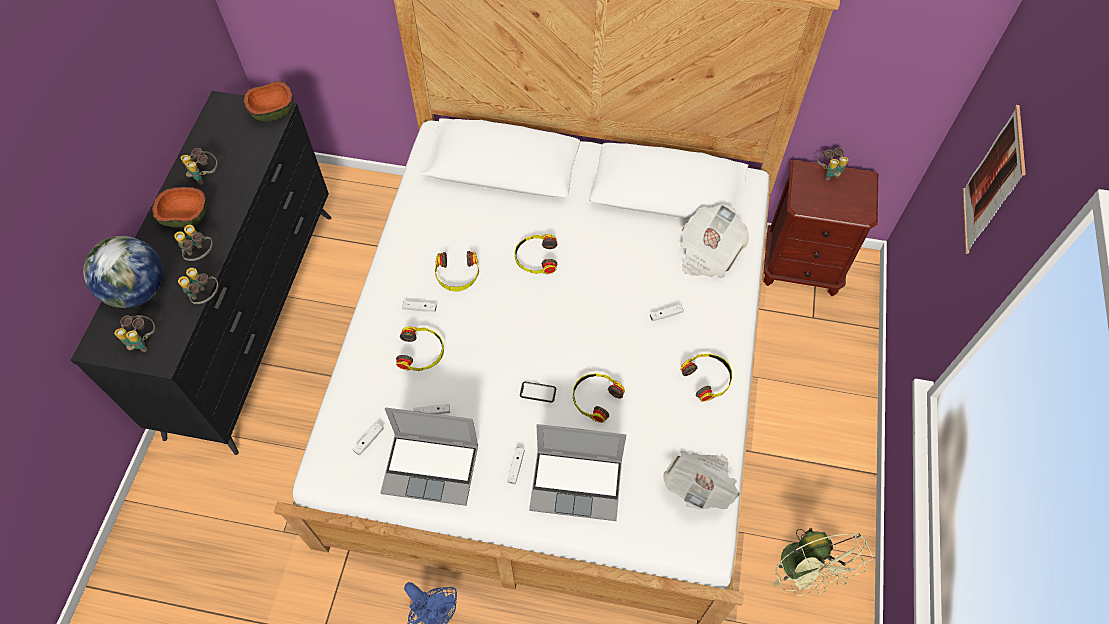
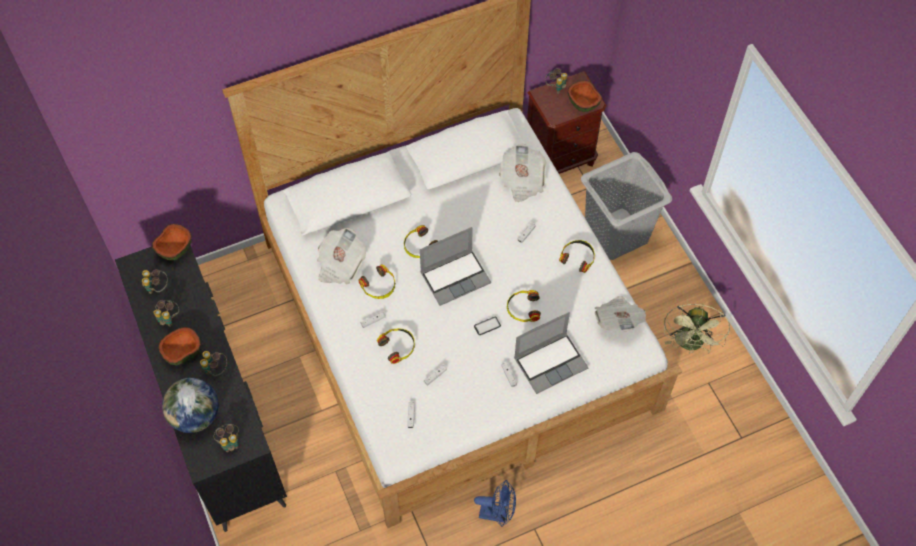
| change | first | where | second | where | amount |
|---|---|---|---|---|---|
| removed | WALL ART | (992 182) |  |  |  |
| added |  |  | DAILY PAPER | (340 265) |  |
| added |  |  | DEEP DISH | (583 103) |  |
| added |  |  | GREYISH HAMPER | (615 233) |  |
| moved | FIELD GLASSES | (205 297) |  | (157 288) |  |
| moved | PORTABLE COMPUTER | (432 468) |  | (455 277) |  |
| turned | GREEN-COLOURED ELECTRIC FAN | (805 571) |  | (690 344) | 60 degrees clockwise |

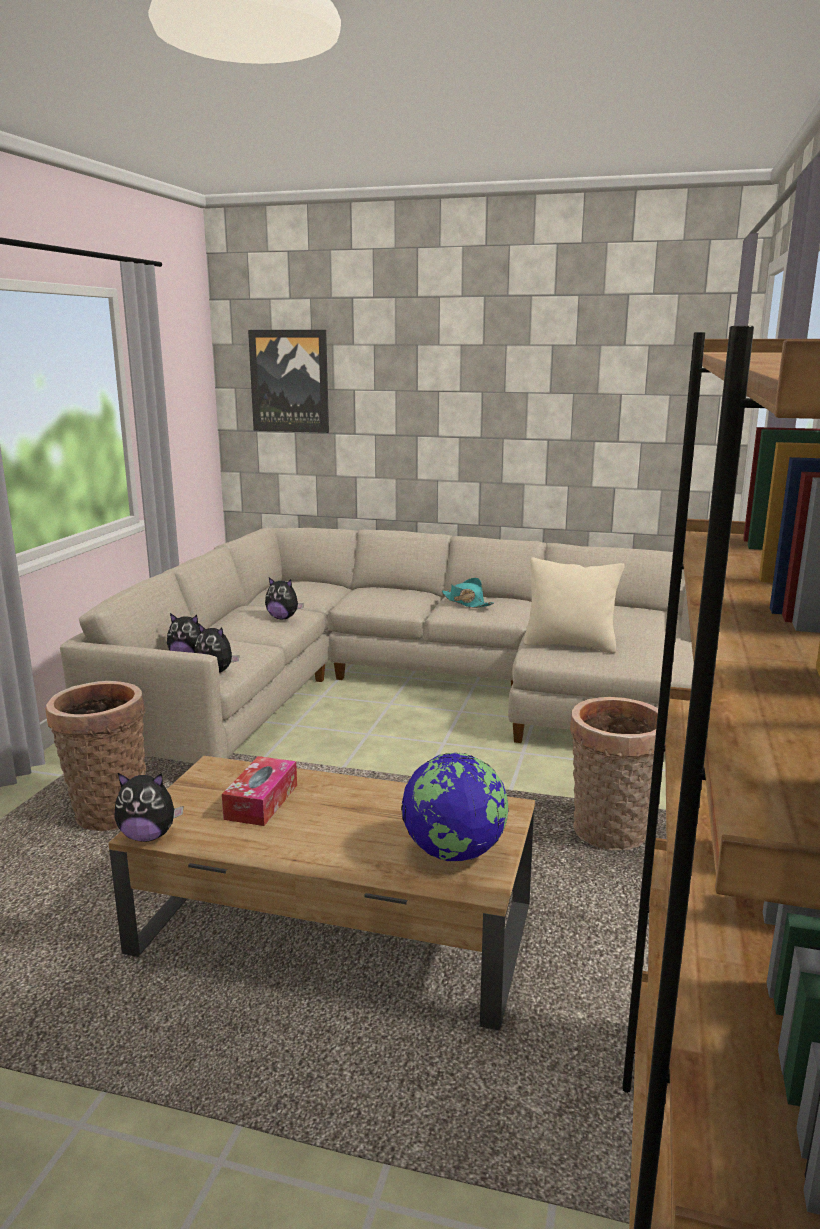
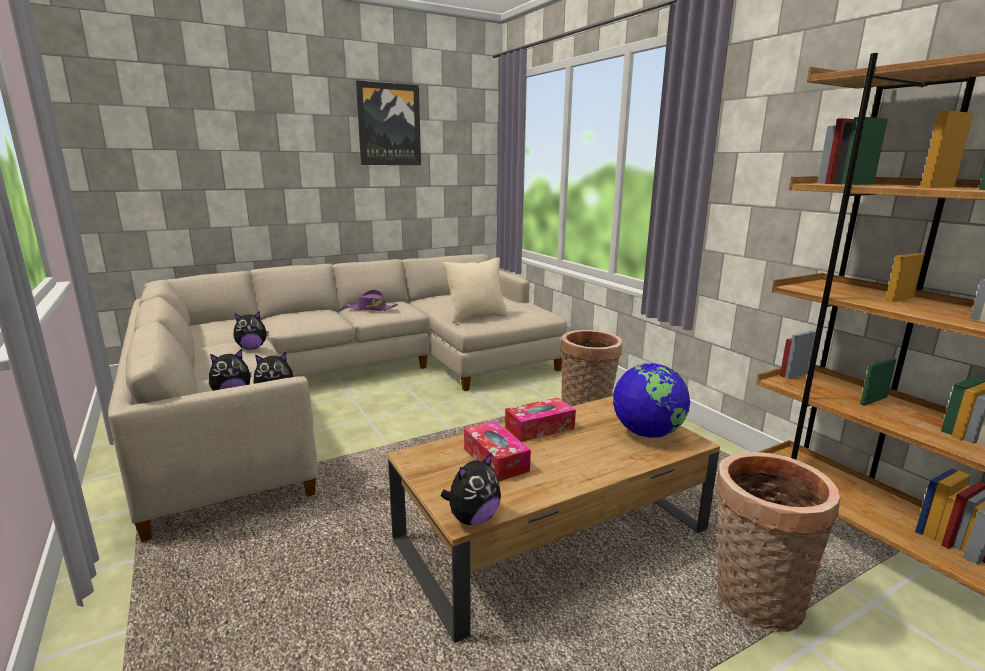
| change | first | where | second | where | amount |
|---|---|---|---|---|---|
| added |  |  | TISSUE BOX | (539 428) |  |
| moved | BASKET | (108 812) |  | (754 602) |  |
| moved | WALL ART | (290 381) |  | (389 125) |  |
| recoloured | TURQUOISE WEARABLE HAT | (466 602) | PURPLISH WEARABLE HAT | (371 309) |  |

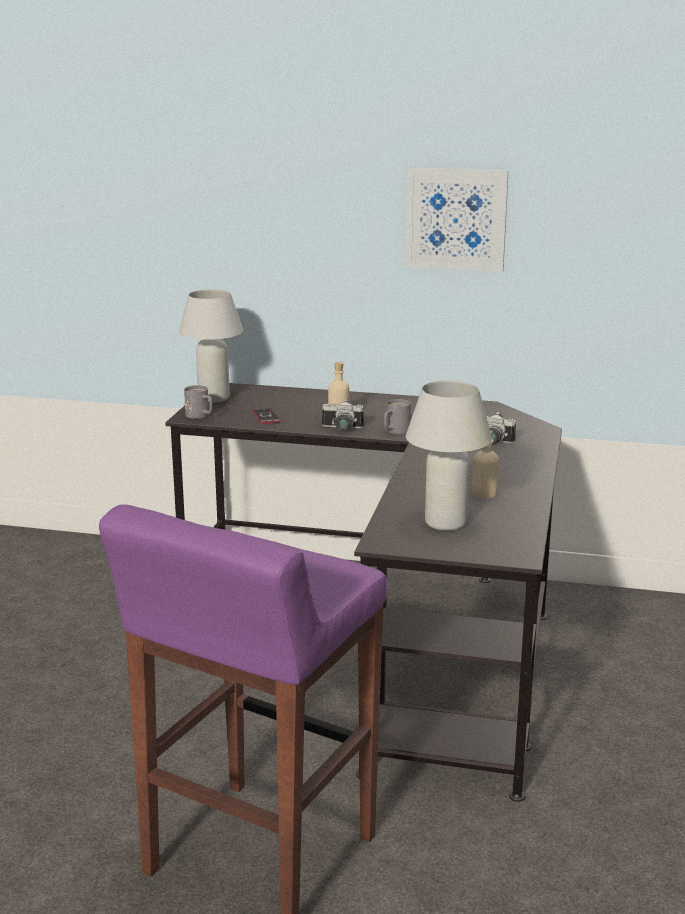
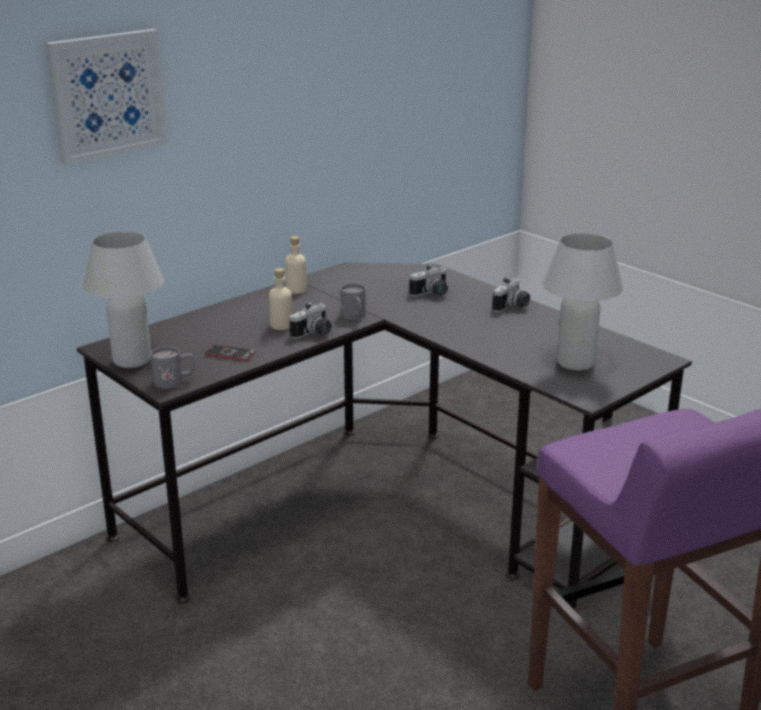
| change | first | where | second | where | amount |
|---|---|---|---|---|---|
| added |  |  | PHOTO CAMERA | (512 306) |  |
| moved | WALL ART | (456 219) |  | (107 95) |  |
| moved | BEIGE-COLOURED BOTTLE | (484 493) |  | (296 289) |  |

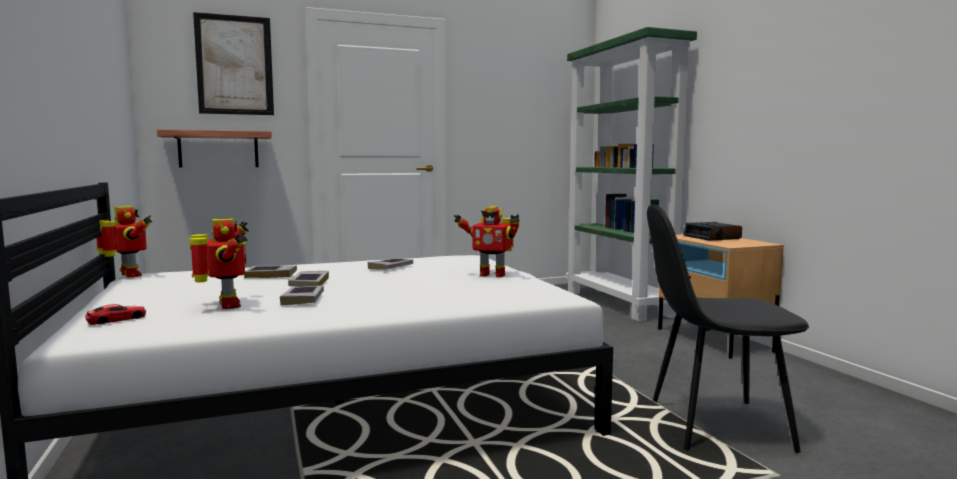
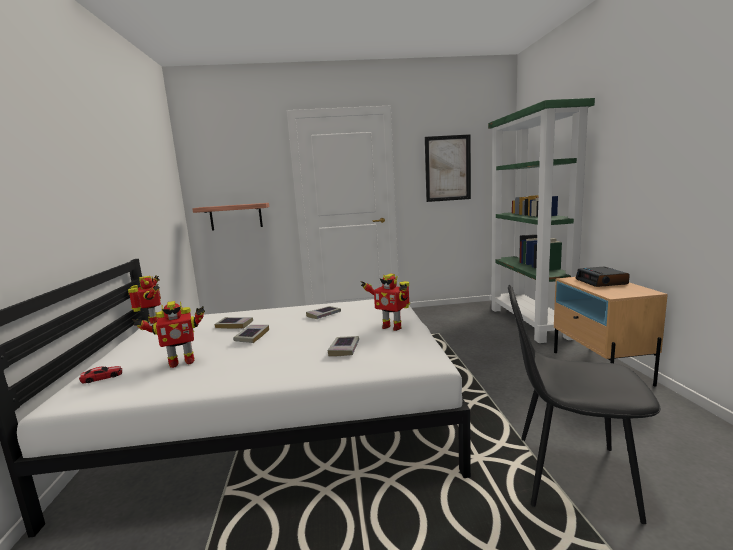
| change | first | where | second | where | amount |
|---|---|---|---|---|---|
| moved | WALL ART | (234 65) |  | (447 168) |  |
| moved | BOOK | (303 299) |  | (344 349) |  |
| turned | MODEL ROBOT | (226 305) |  | (180 362) | 75 degrees clockwise |

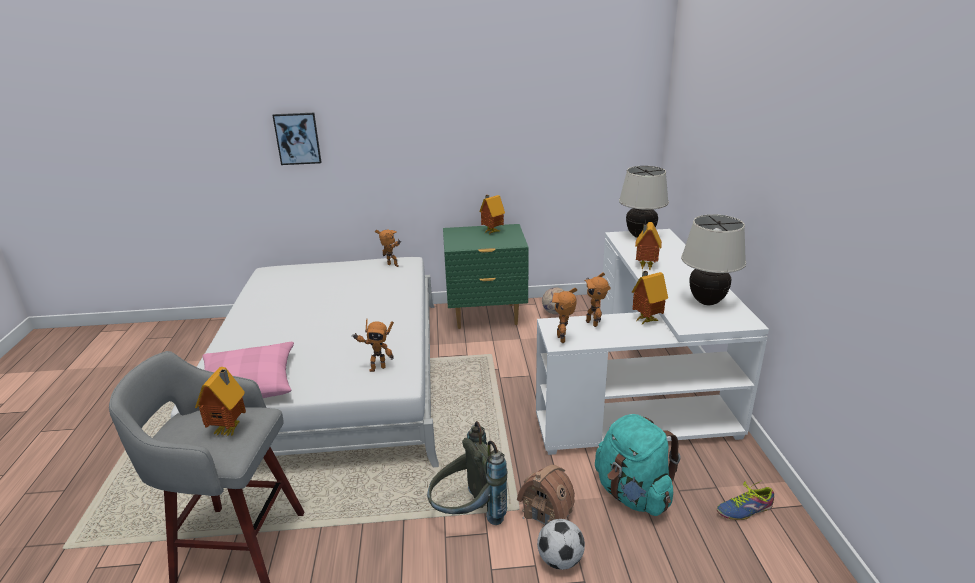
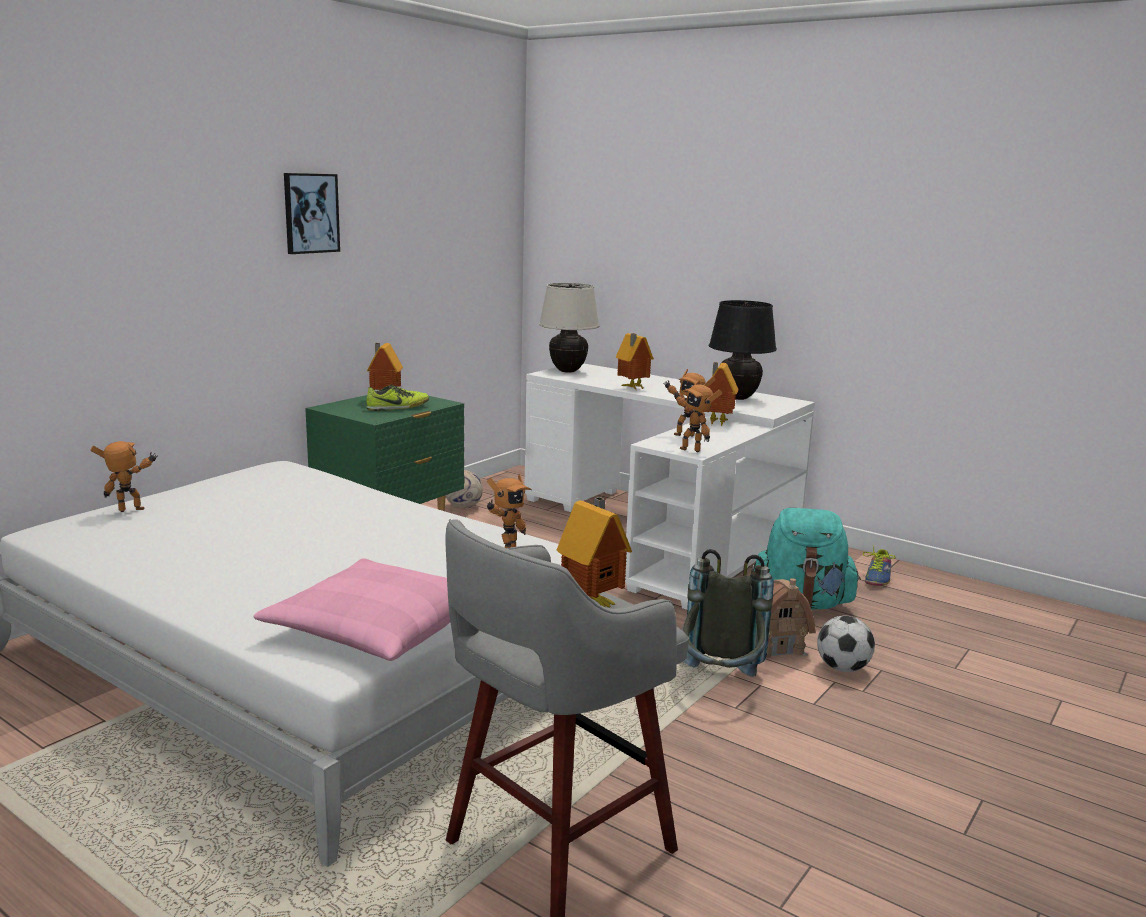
| change | first | where | second | where | amount |
|---|---|---|---|---|---|
| added |  |  | LOW SHOE | (398 408) |  |
| moved | WALL ART | (297 138) |  | (310 213) |  |
| moved | MODEL ROBOT | (392 266) |  | (131 511) |  |
| recoloured | BEIGE-COLOURED LAMP FOR A TABLE | (707 302) | BLACK-COLOURED LAMP FOR A TABLE | (738 397) |  |

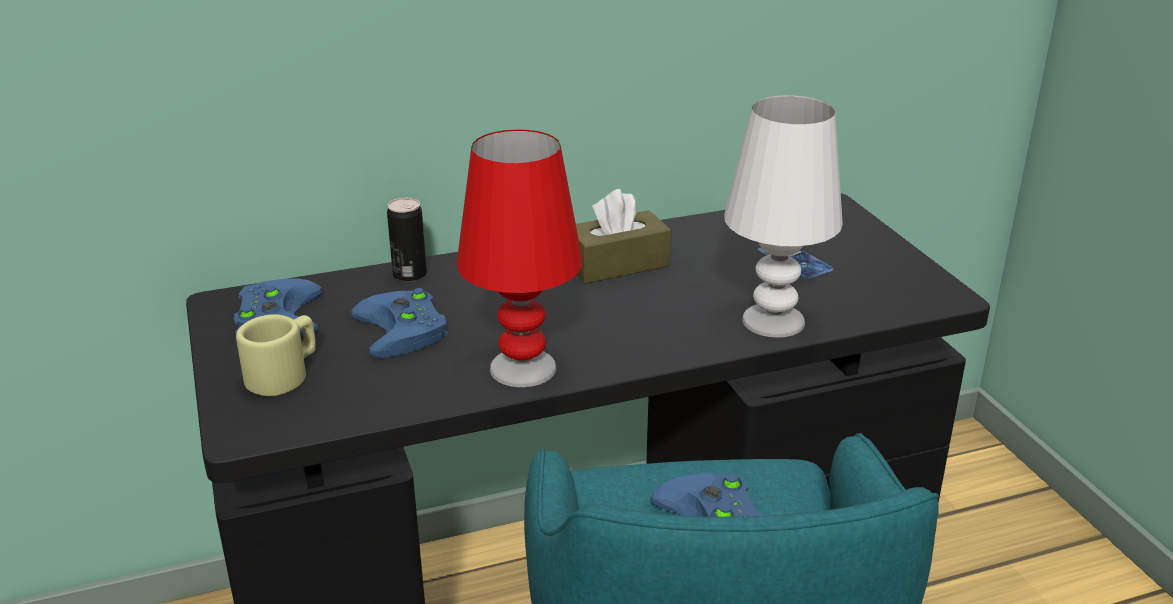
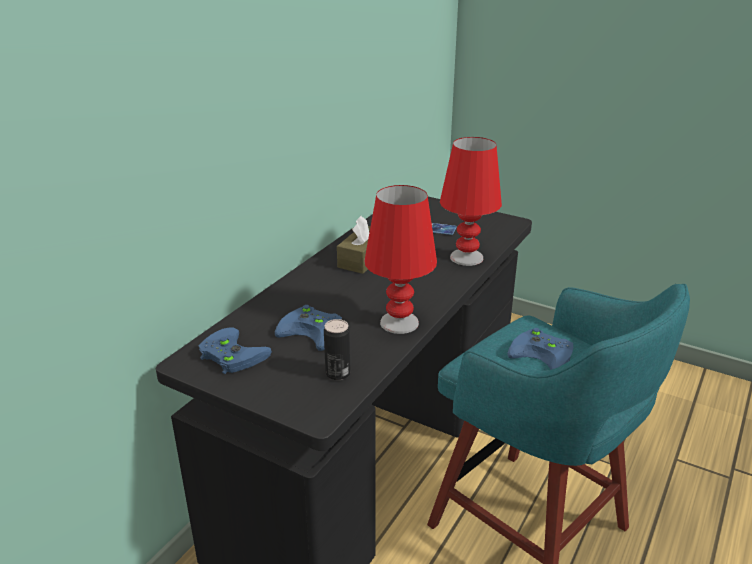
| change | first | where | second | where | amount |
|---|---|---|---|---|---|
| removed | BEIGE-COLOURED MUG | (284 374) |  |  |  |
| moved | METAL CAN | (409 275) |  | (338 373) |  |
| recoloured | WHITE-COLOURED LAMP FOR A TABLE | (772 321) | RED-COLOURED LAMP FOR A TABLE | (466 257) |  |

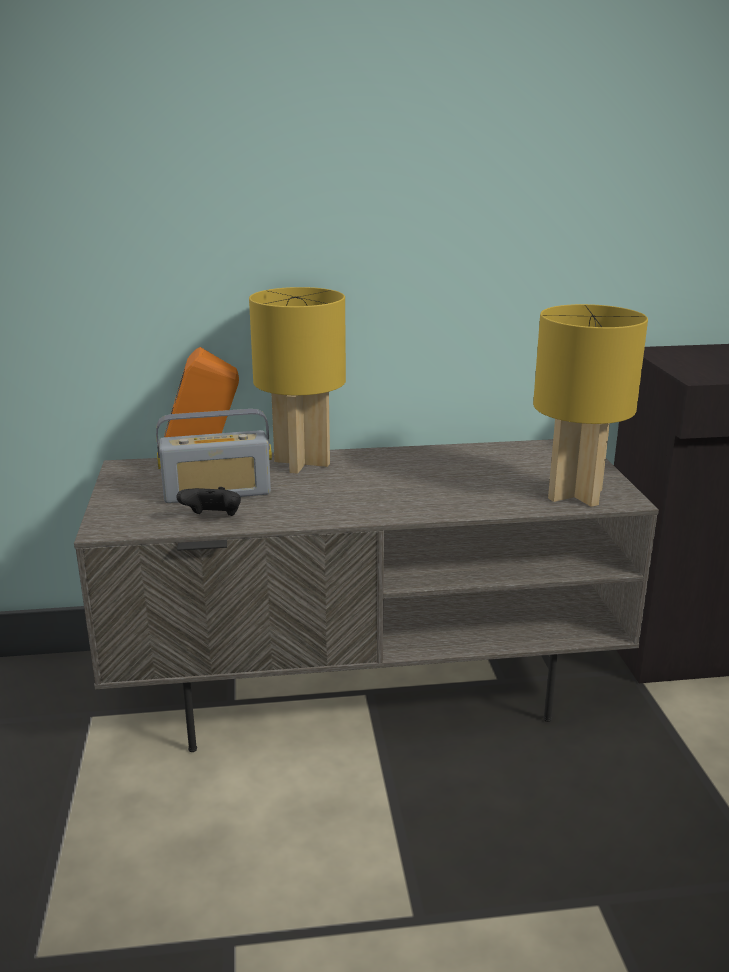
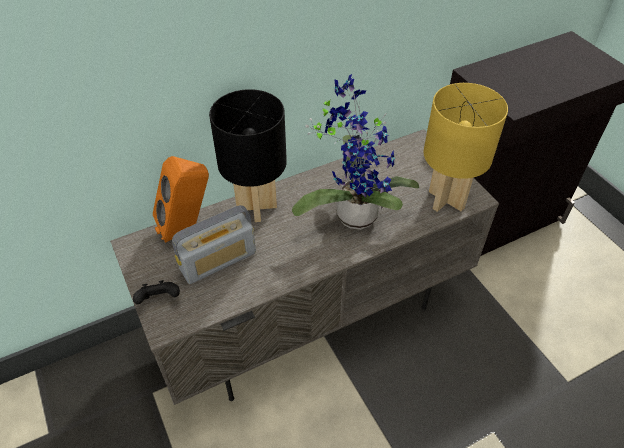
| change | first | where | second | where | amount |
|---|---|---|---|---|---|
| added |  |  | PLANT IN A POT | (353 212) |  |
| moved | BLACK-COLOURED GAMEPAD | (213 518) |  | (159 300) |  |
| recoloured | YELLOW-COLOURED LAMP FOR A TABLE | (303 462) | BLACK-COLOURED LAMP FOR A TABLE | (257 207) |  |

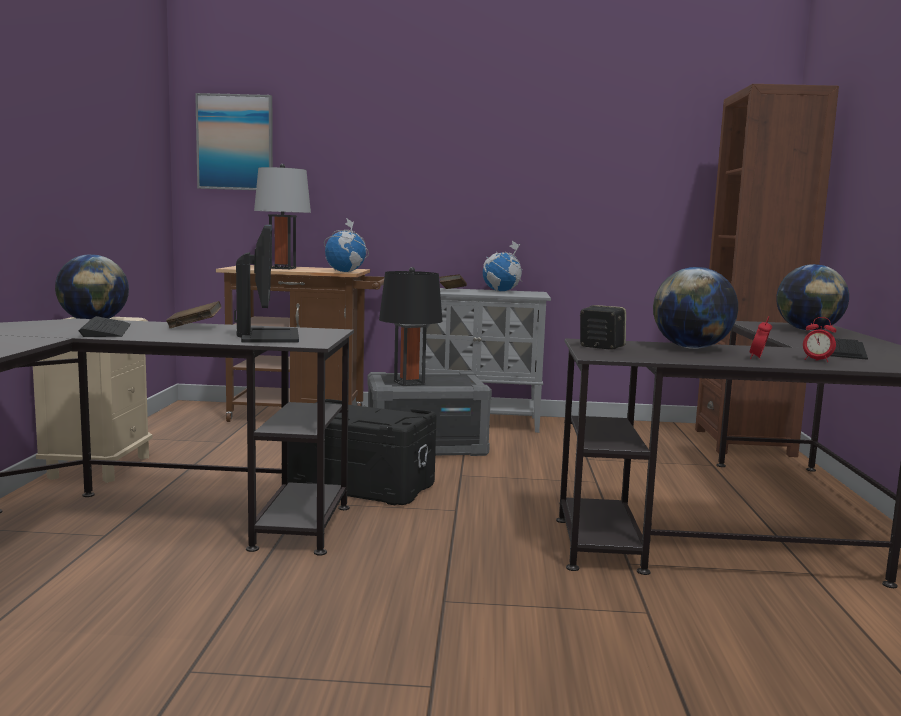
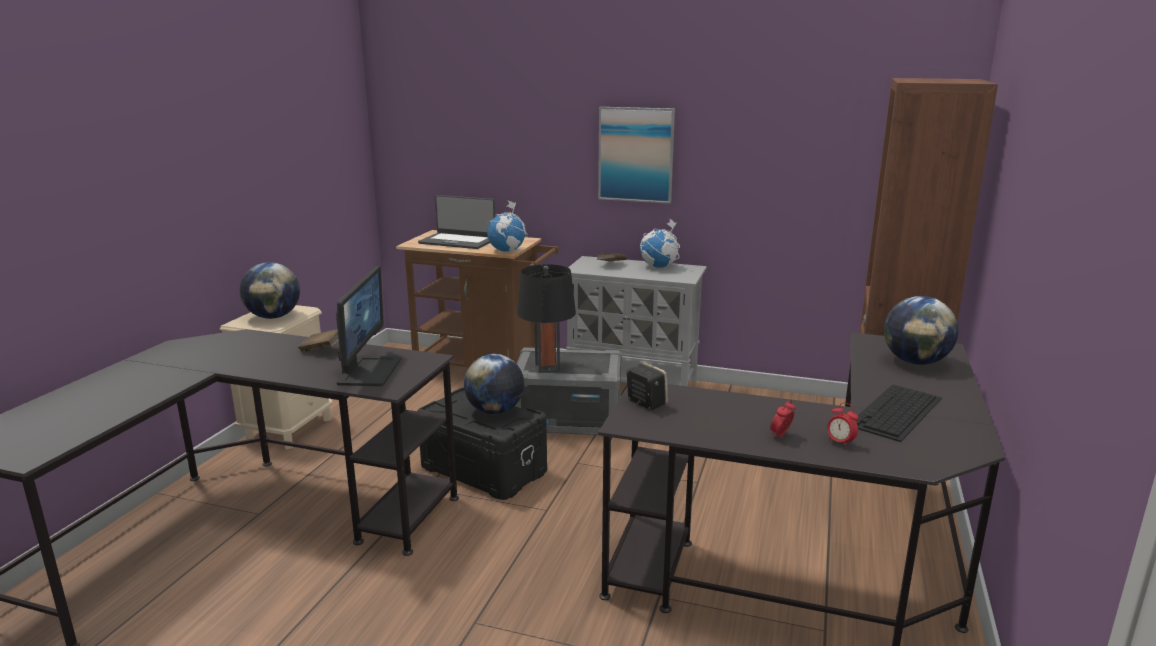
| change | first | where | second | where | amount |
|---|---|---|---|---|---|
| removed | KEYBOARD | (106 330) |  |  |  |
| moved | WALL ART | (235 142) |  | (636 154) |  |
| moved | WORLD GLOBE | (692 348) |  | (495 411) |  |
| replaced | GREYISH LAMP FOR A TABLE | (282 268) | PORTABLE COMPUTER | (458 241) |  |

